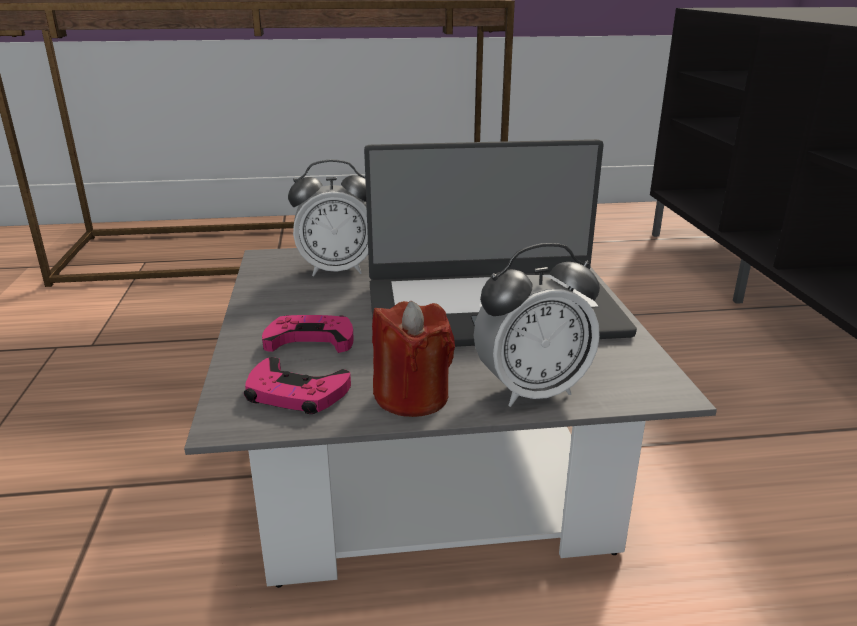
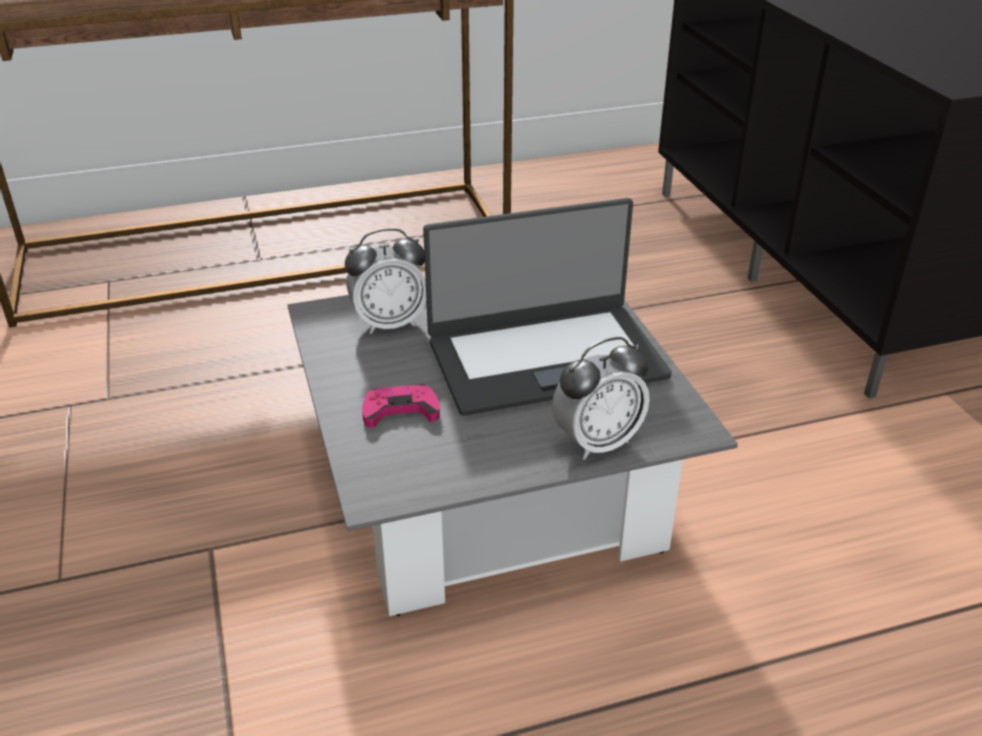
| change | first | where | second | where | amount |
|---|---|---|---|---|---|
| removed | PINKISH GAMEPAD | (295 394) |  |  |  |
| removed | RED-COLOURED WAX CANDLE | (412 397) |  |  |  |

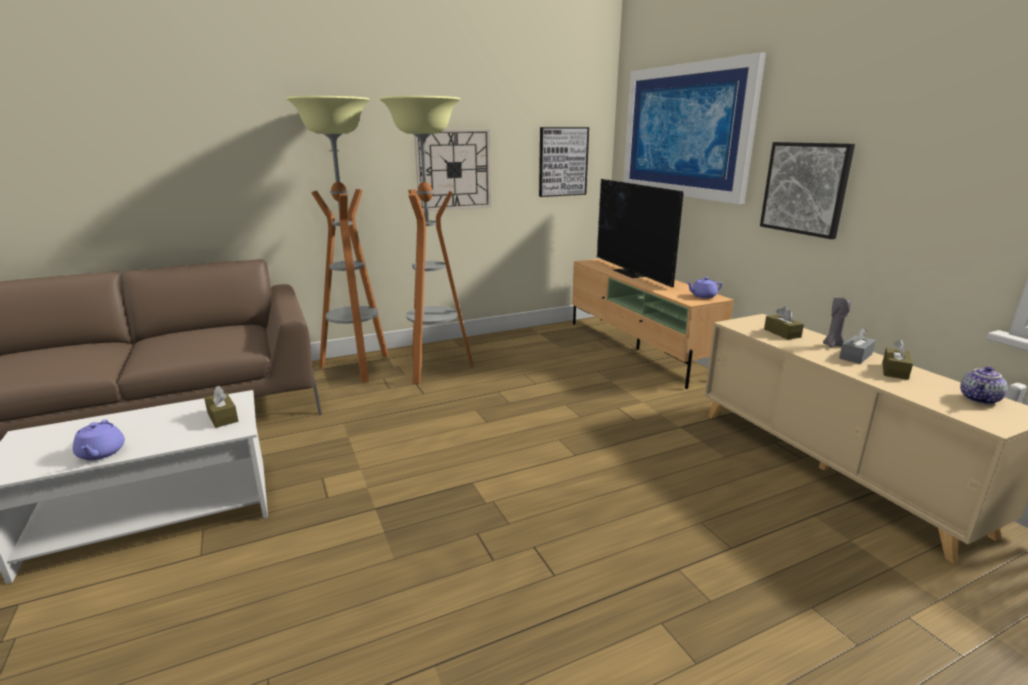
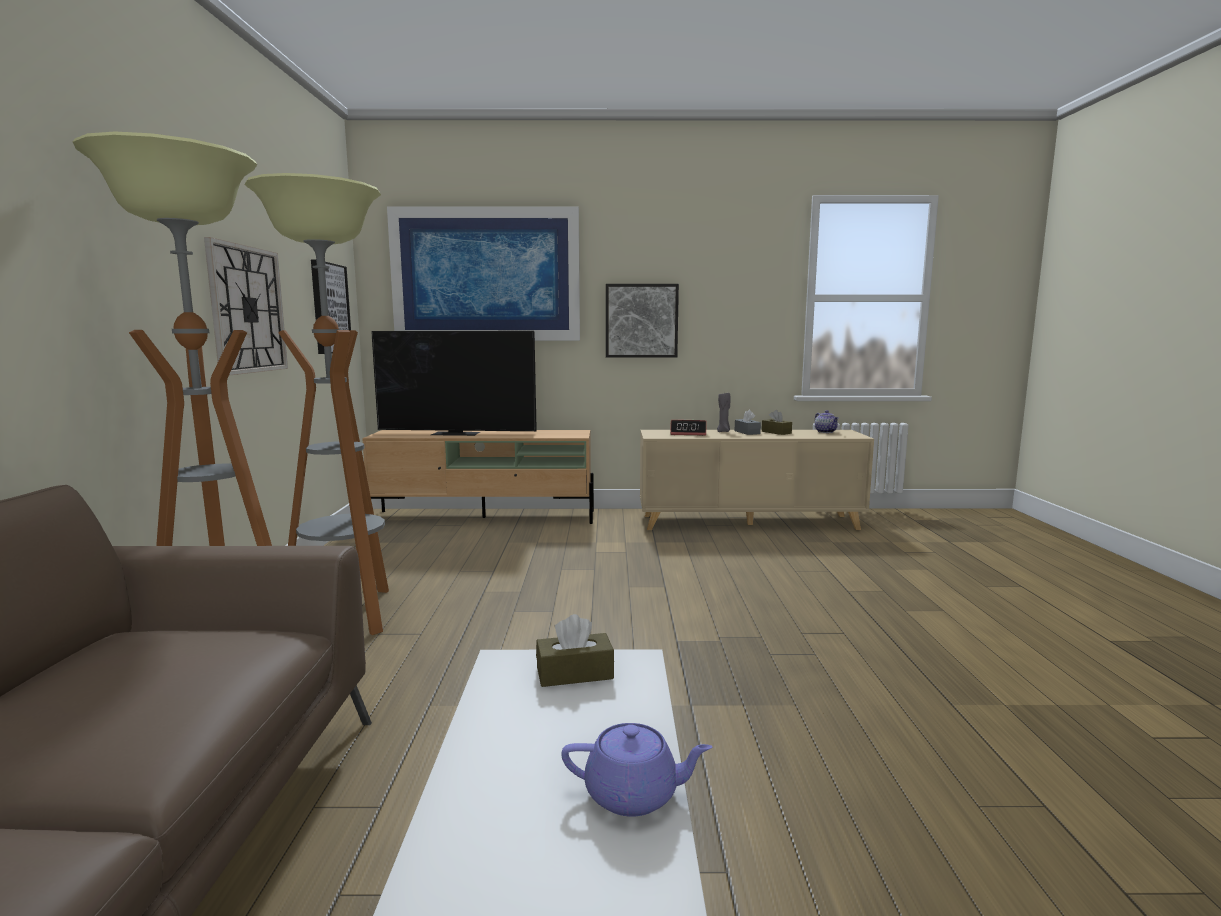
| change | first | where | second | where | amount |
|---|---|---|---|---|---|
| removed | PURPLISH TEA POT | (702 296) |  |  |  |
| replaced | BROWN-COLOURED TISSUE BOX | (782 333) | BEDSIDE CLOCK | (688 433) |  |

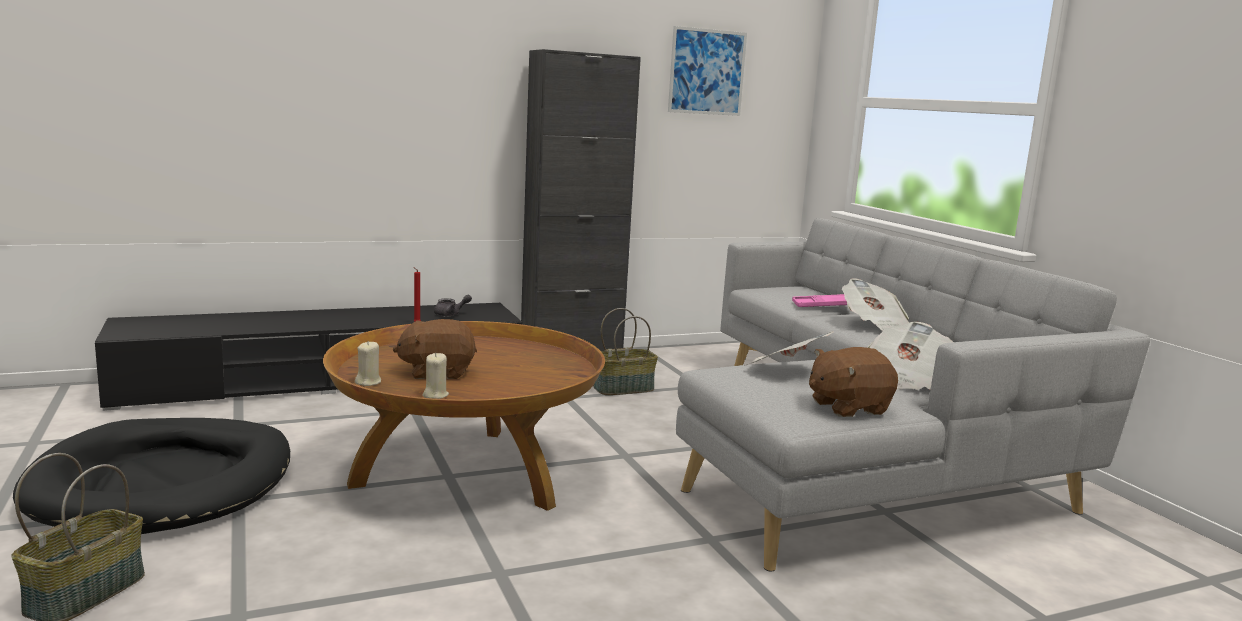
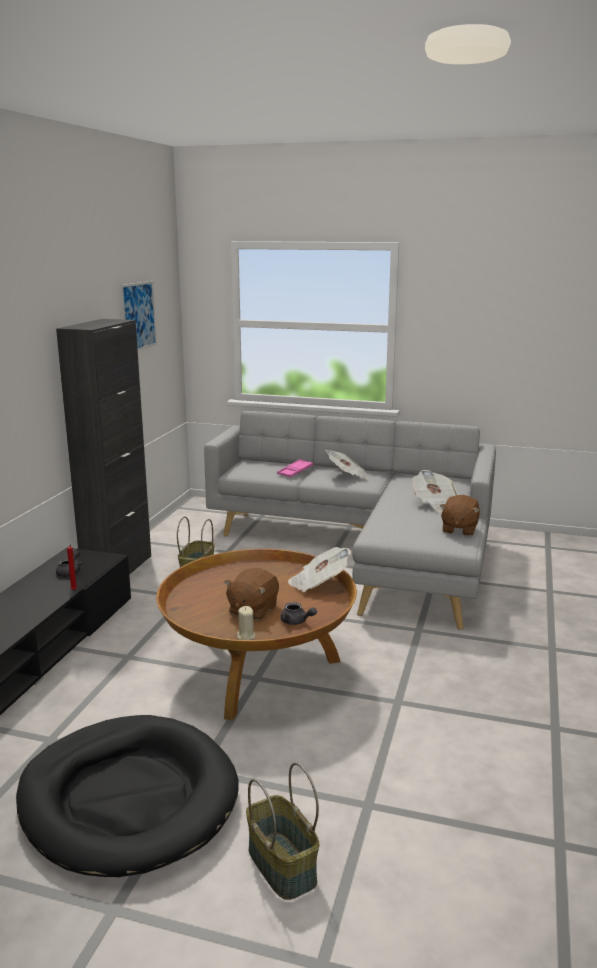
| change | first | where | second | where | amount |
|---|---|---|---|---|---|
| moved | DAILY PAPER | (785 371) |  | (318 584) |  |
| replaced | BEIGE-COLOURED WAX CANDLE | (435 395) | GREYISH TEA POT | (296 622) |  |

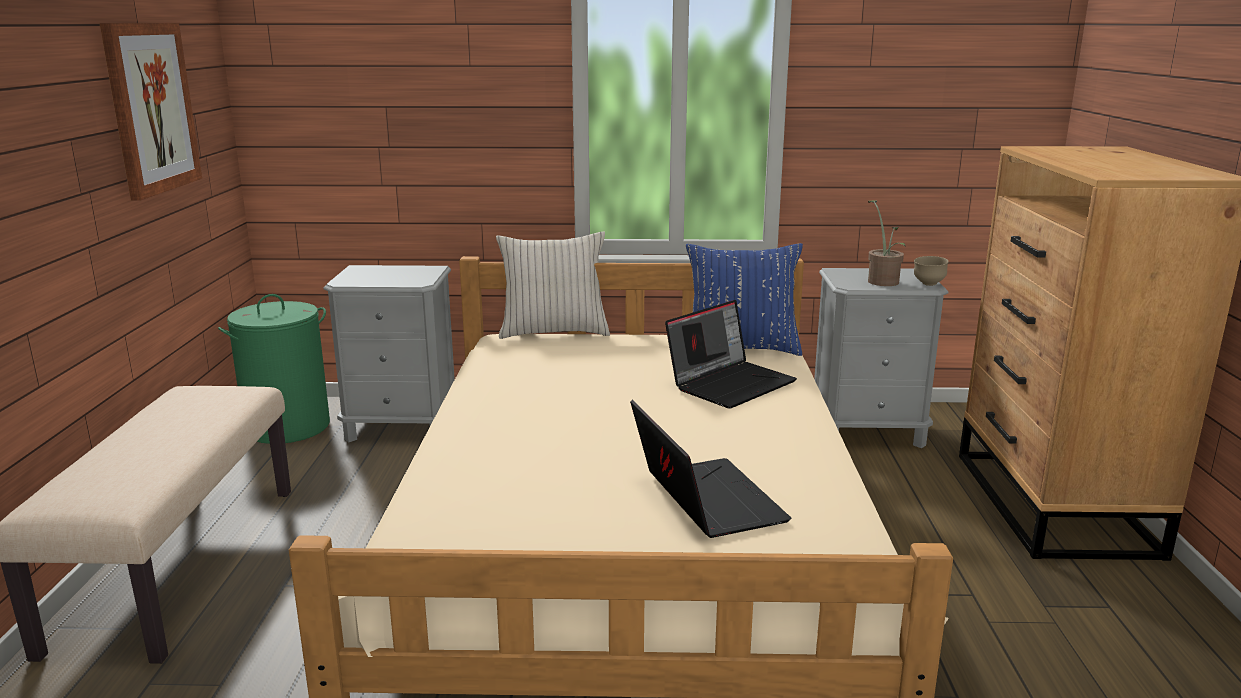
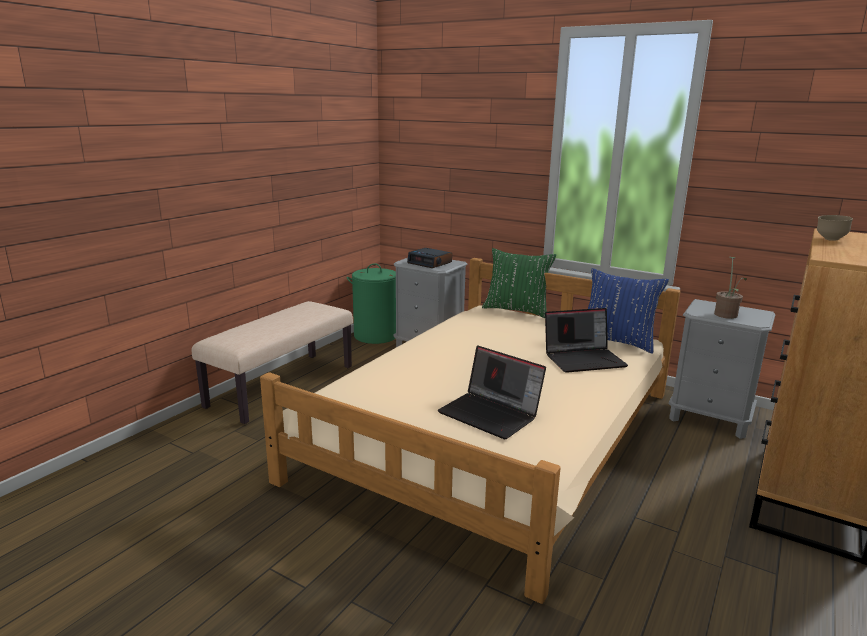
| change | first | where | second | where | amount |
|---|---|---|---|---|---|
| removed | WALL ART | (151 108) |  |  |  |
| added |  |  | BEDSIDE CLOCK | (430 262) |  |
| moved | BROWN-COLOURED DEEP DISH | (928 284) |  | (830 239) |  |
| recoloured | BEIGE-COLOURED THROW PILLOW | (553 332) | GREEN-COLOURED THROW PILLOW | (516 310) |  |
| turned | PORTABLE COMPUTER | (704 500) |  | (491 414) | 120 degrees clockwise |

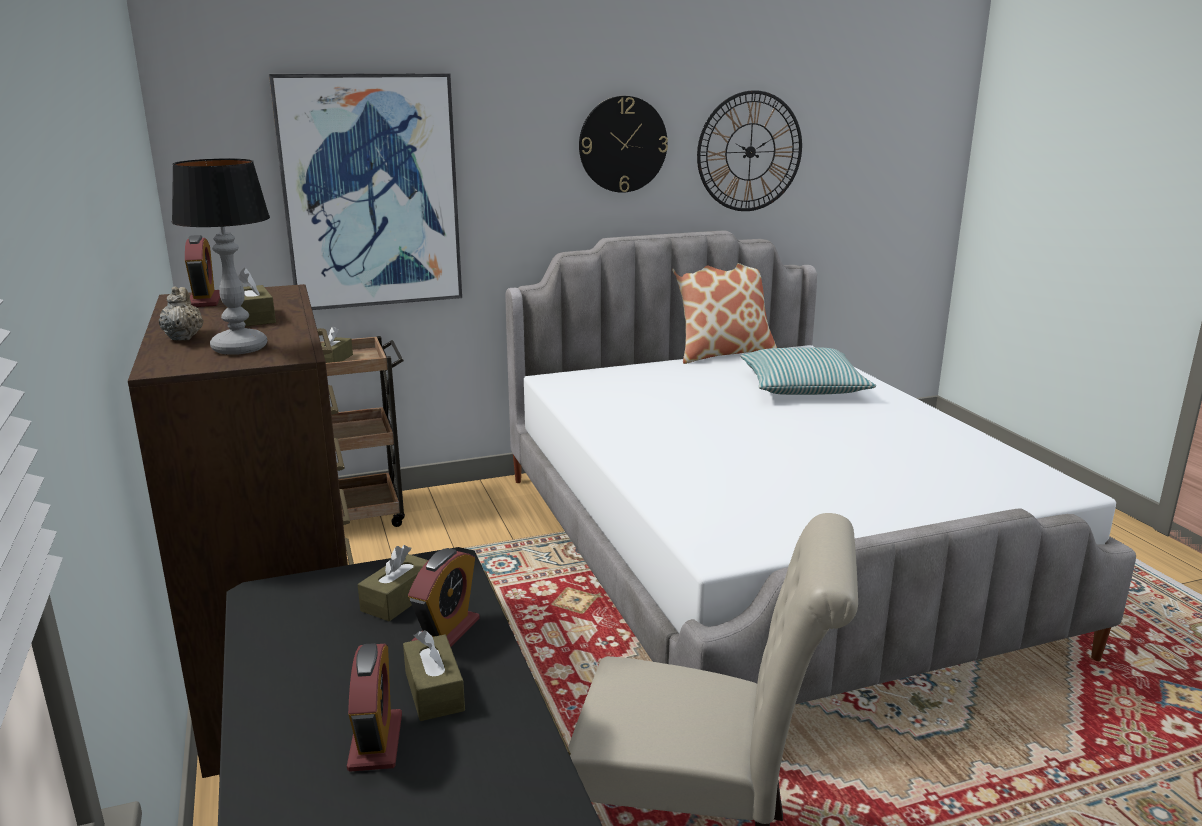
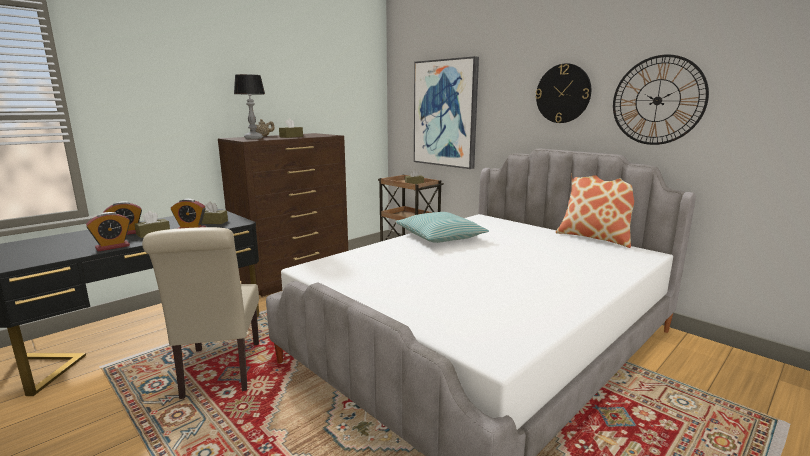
| change | first | where | second | where | amount |
|---|---|---|---|---|---|
| moved | BEDSIDE CLOCK | (205 301) |  | (112 247) |  |
| moved | THROW PILLOW | (802 387) |  | (440 236) |  |

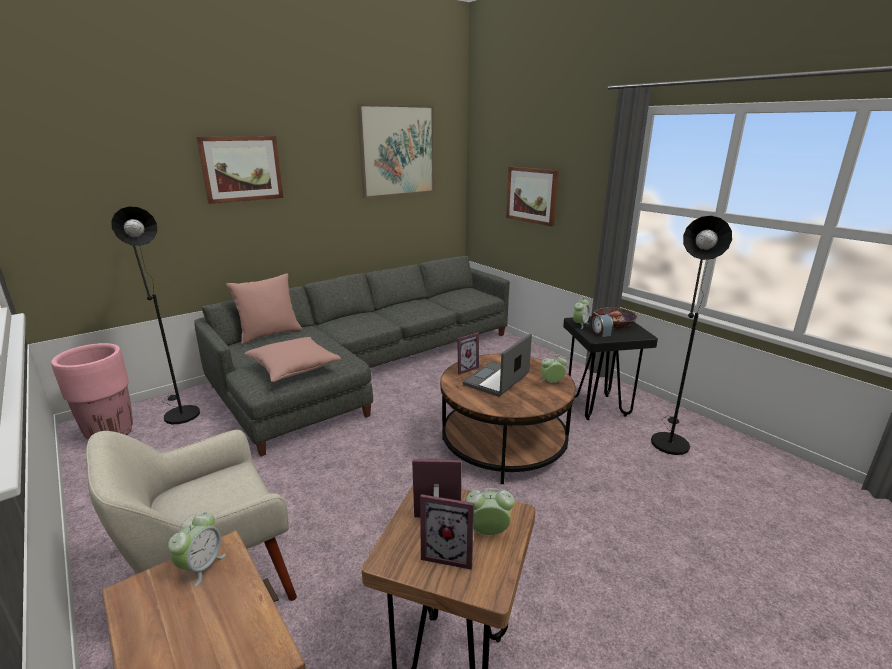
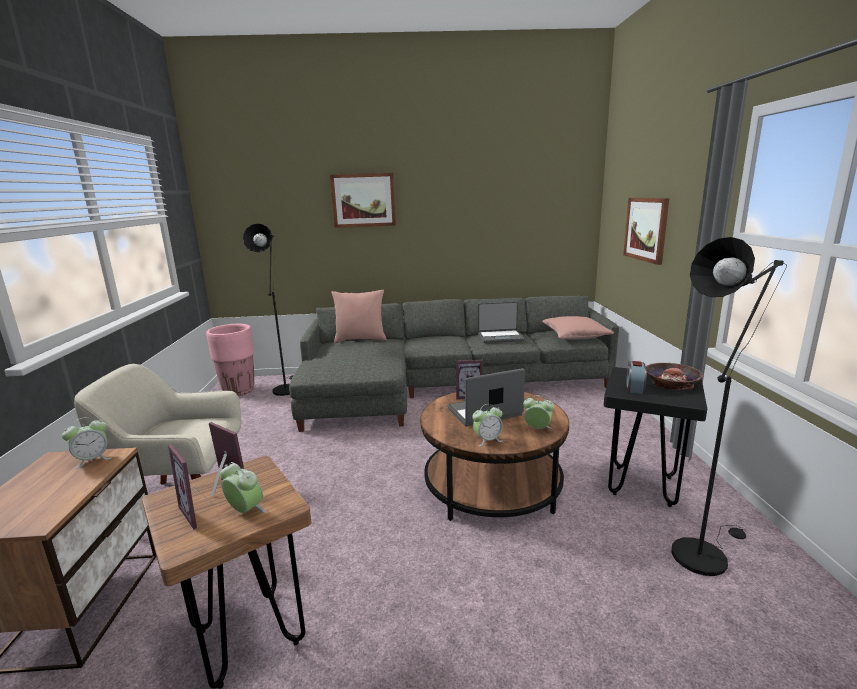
| change | first | where | second | where | amount |
|---|---|---|---|---|---|
| removed | WALL ART | (397 151) |  |  |  |
| added |  |  | PORTABLE COMPUTER | (500 337) |  |
| moved | PINKISH THROW PILLOW | (294 368) |  | (575 336) |  |
| moved | BEDSIDE CLOCK | (580 324) |  | (487 440) |  |

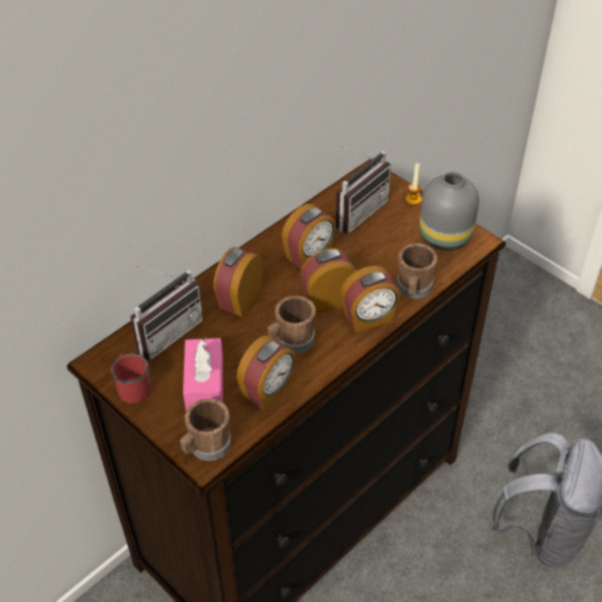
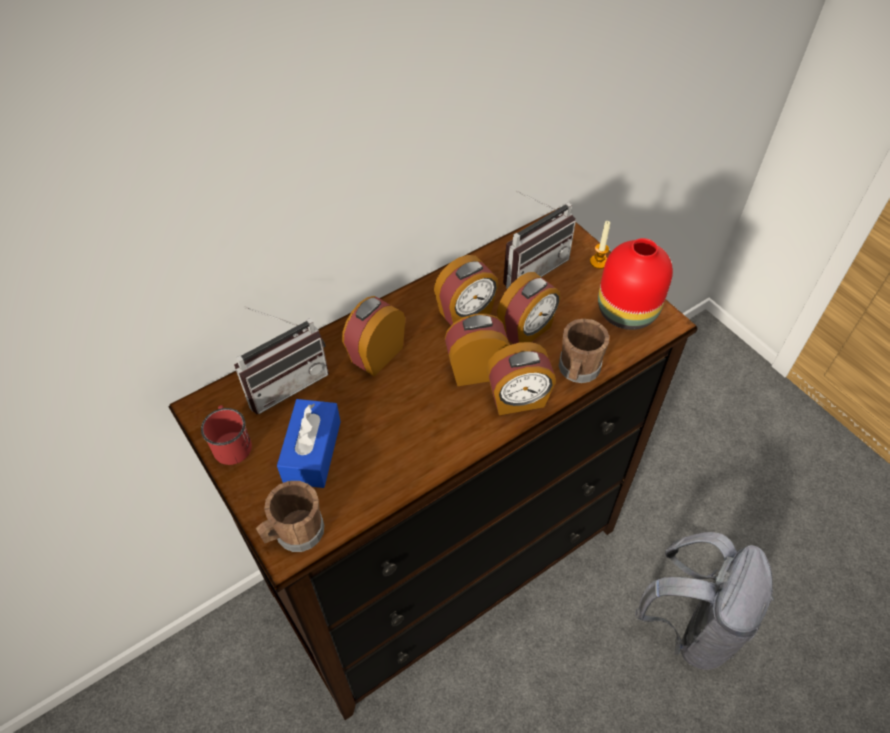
| change | first | where | second | where | amount |
|---|---|---|---|---|---|
| removed | BROWN-COLOURED MUG | (291 341) |  |  |  |
| moved | BEDSIDE CLOCK | (268 390) |  | (526 331) |  |
| recoloured | PINKISH TISSUE BOX | (204 383) | BLUISH TISSUE BOX | (312 451) |  |
| recoloured | GREYISH VASE | (444 238) | RED-COLOURED VASE | (625 313) |  |

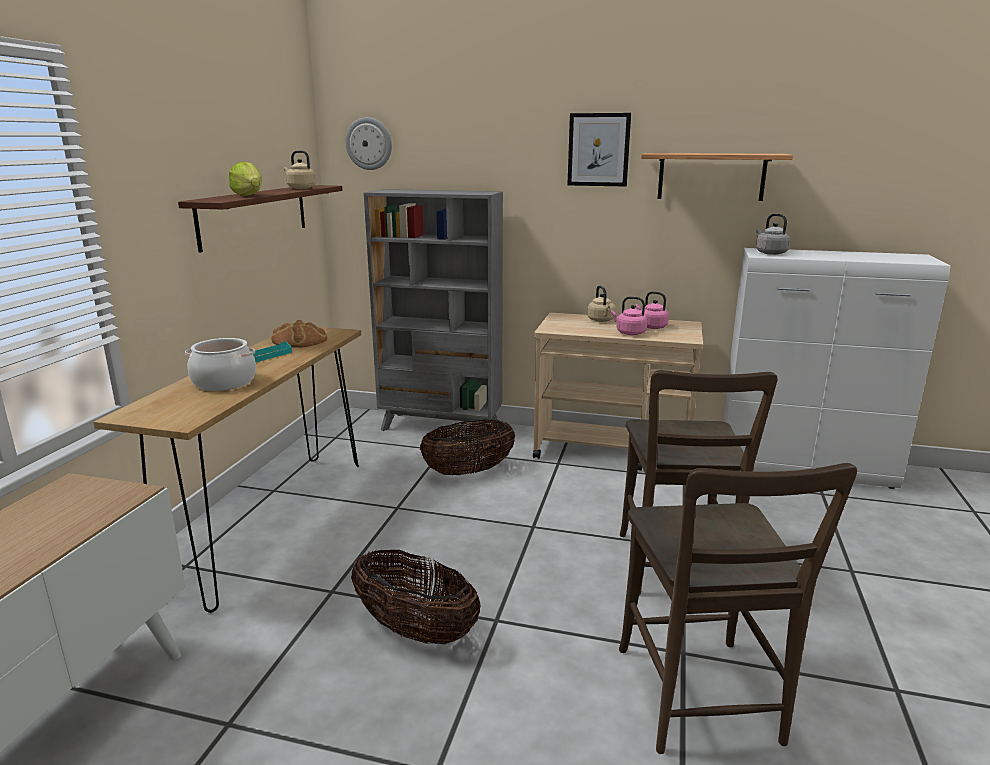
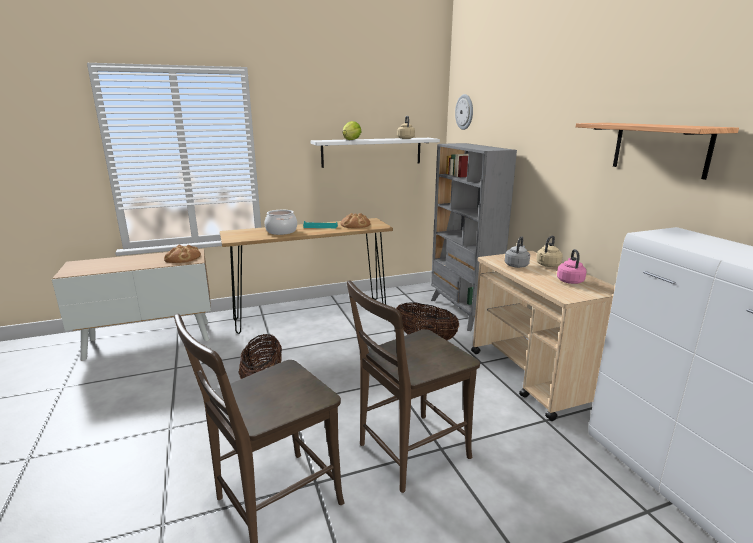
| change | first | where | second | where | amount |
|---|---|---|---|---|---|
| removed | WALL ART | (598 150) |  |  |  |
| removed | PINKISH KETTLE | (629 333) |  |  |  |
| added |  |  | BREAD | (182 257) |  |
| moved | GREYISH KETTLE | (769 253) |  | (516 265) |  |
| recoloured | BROWN-COLOURED WALL SHELF | (254 215) | WHITE-COLOURED WALL SHELF | (372 152) |  |

